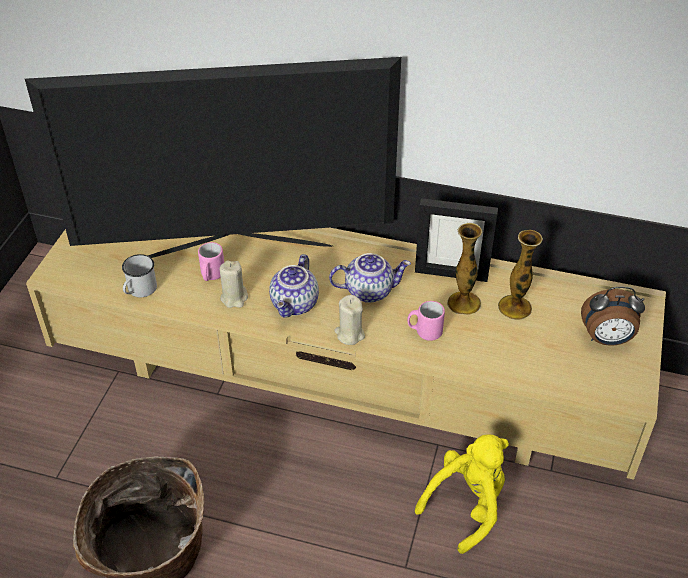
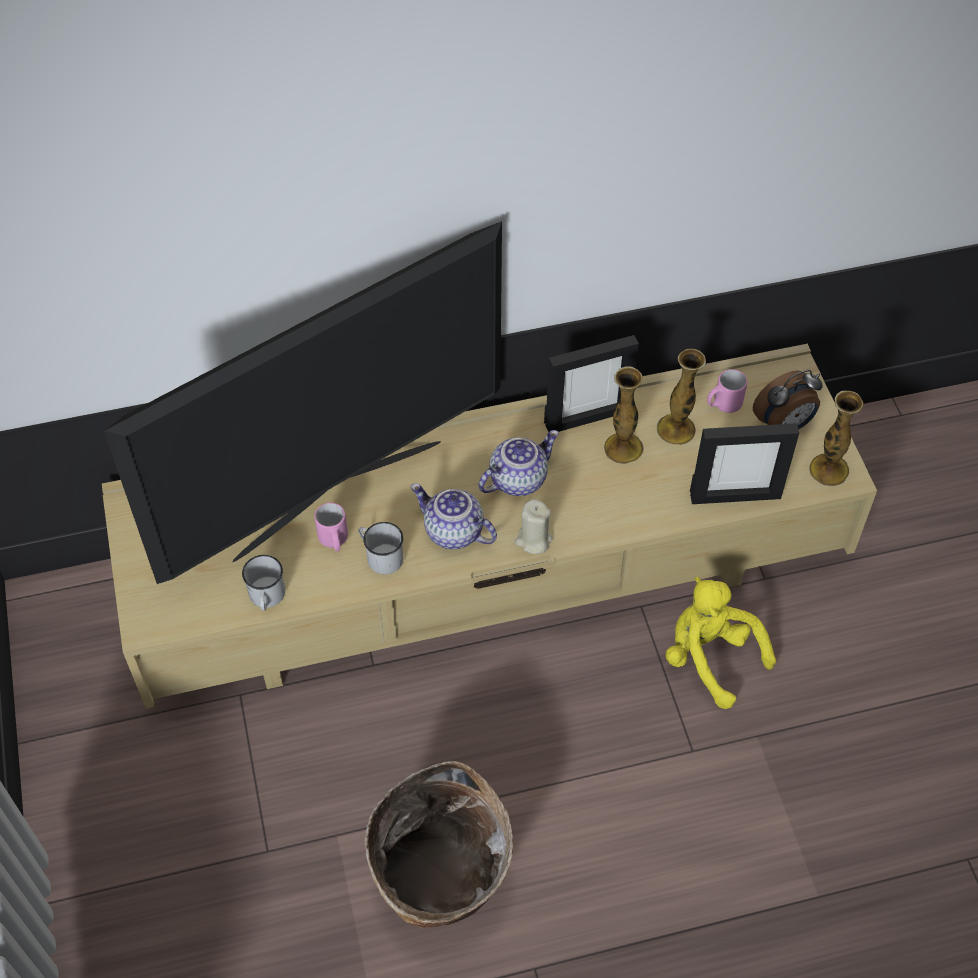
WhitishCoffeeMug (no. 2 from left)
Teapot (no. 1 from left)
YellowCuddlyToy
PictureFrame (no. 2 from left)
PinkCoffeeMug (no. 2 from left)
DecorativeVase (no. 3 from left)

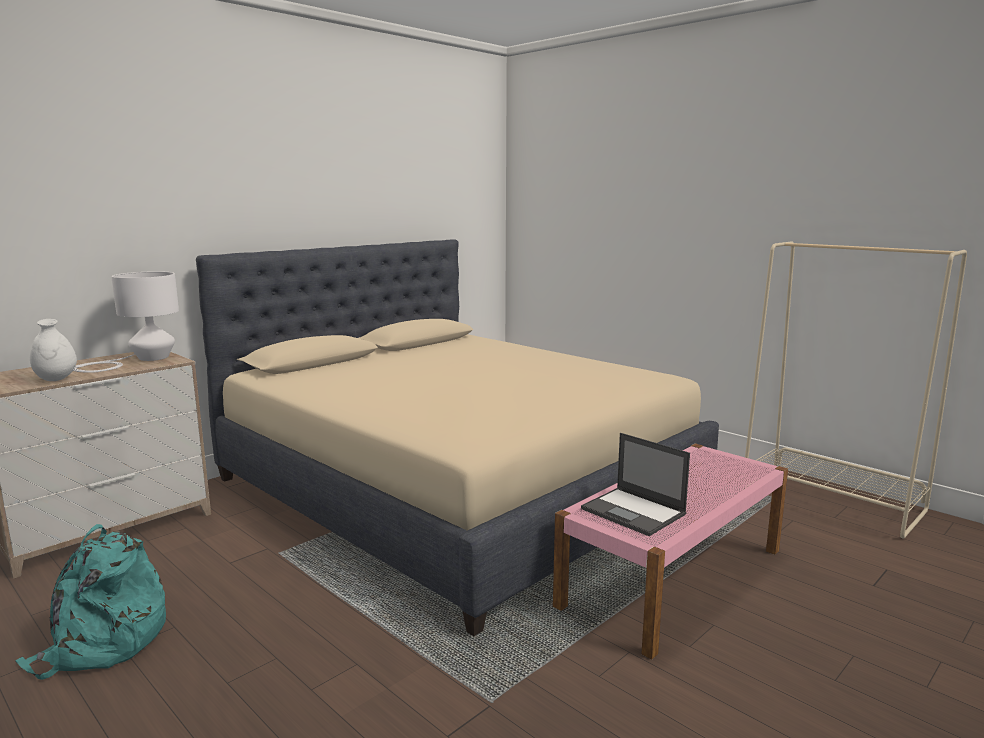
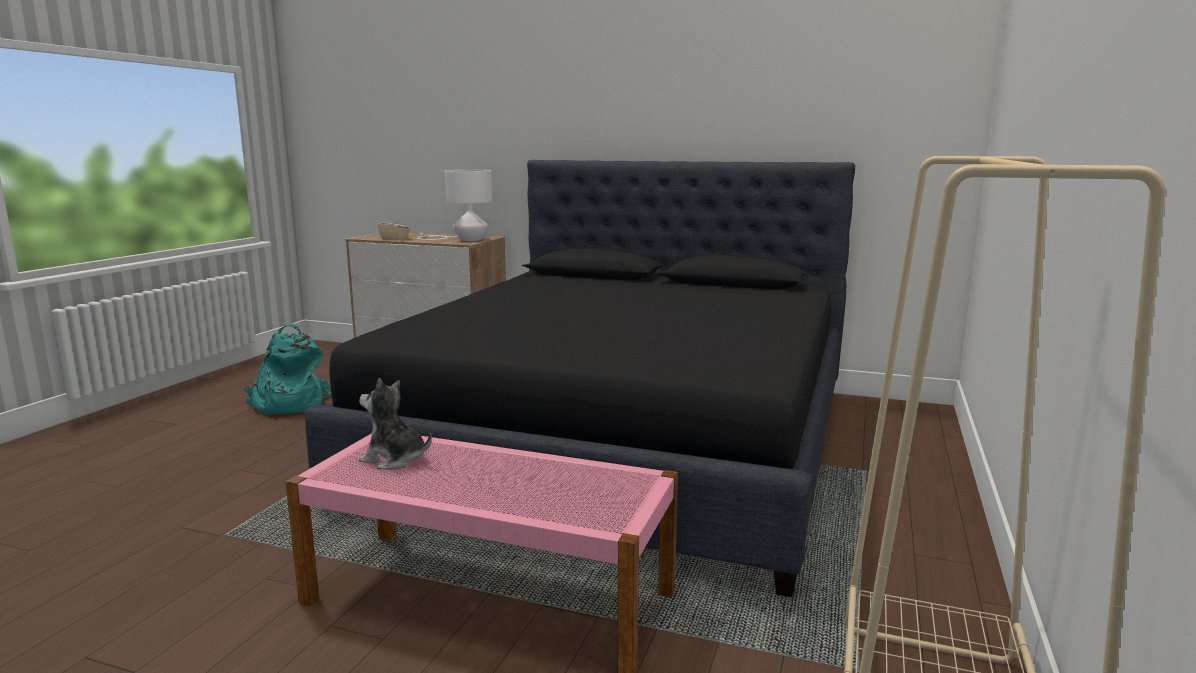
BlackBed
CuddlyToy
BeigeBoxOfTissues

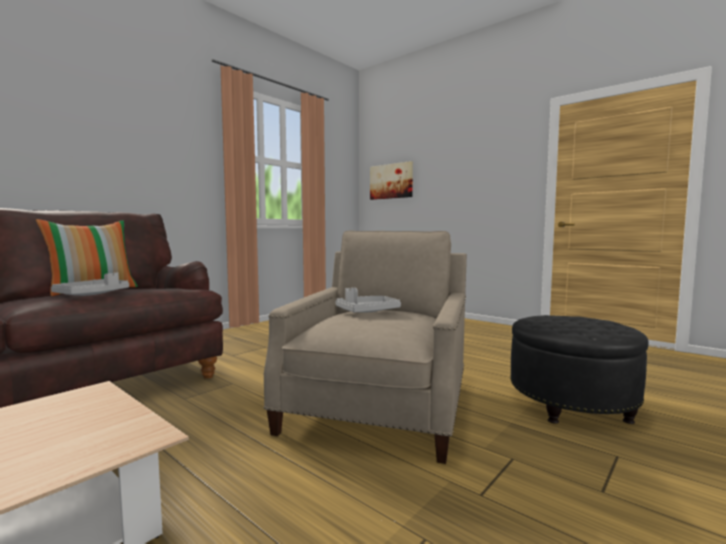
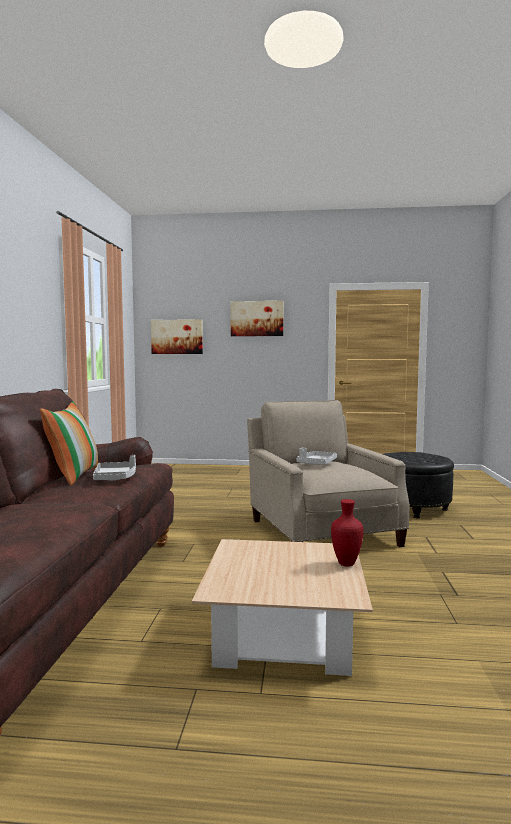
Picture (no. 2 from left)
ReddishDecorativeVase

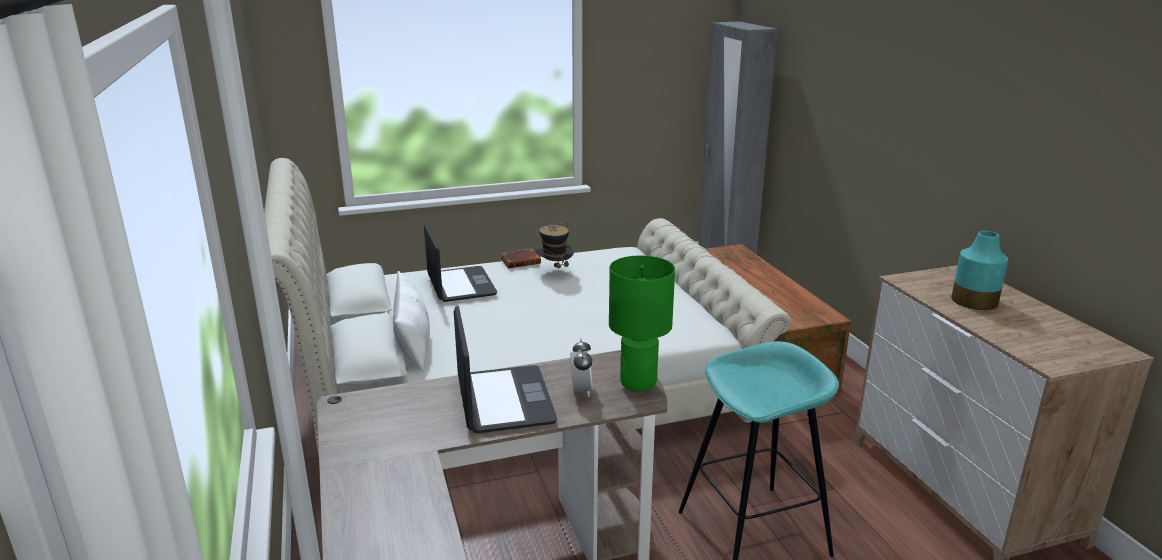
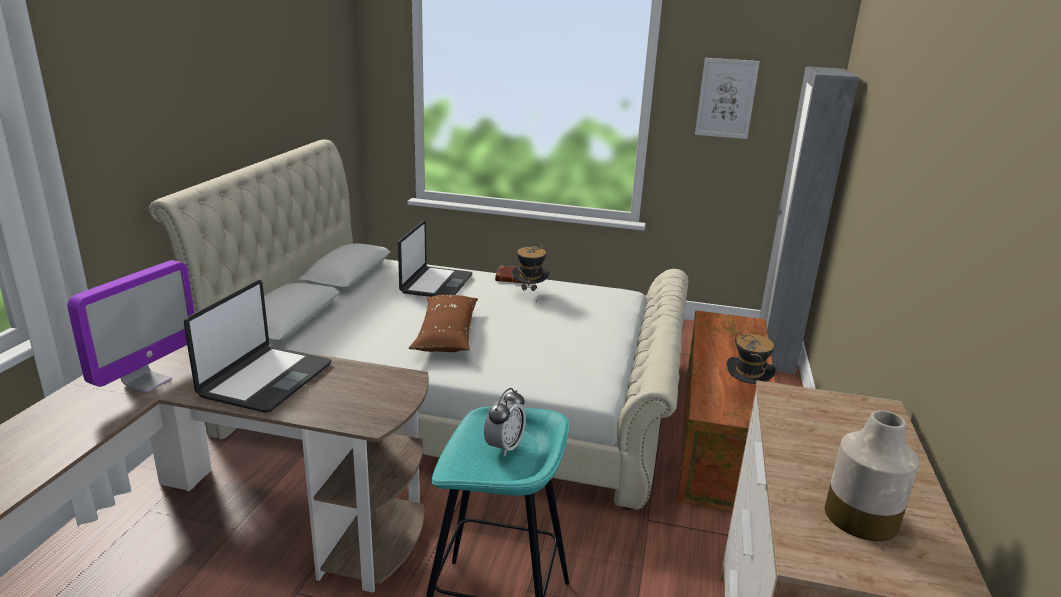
ComputerDisplay
BrownCushion
TableClock
Picture
WearableHat (no. 2 from left)
BeigeDecorativeVase
WhitishCushion
GreenColouredTableLamp
BlueGreenDecorativeVase

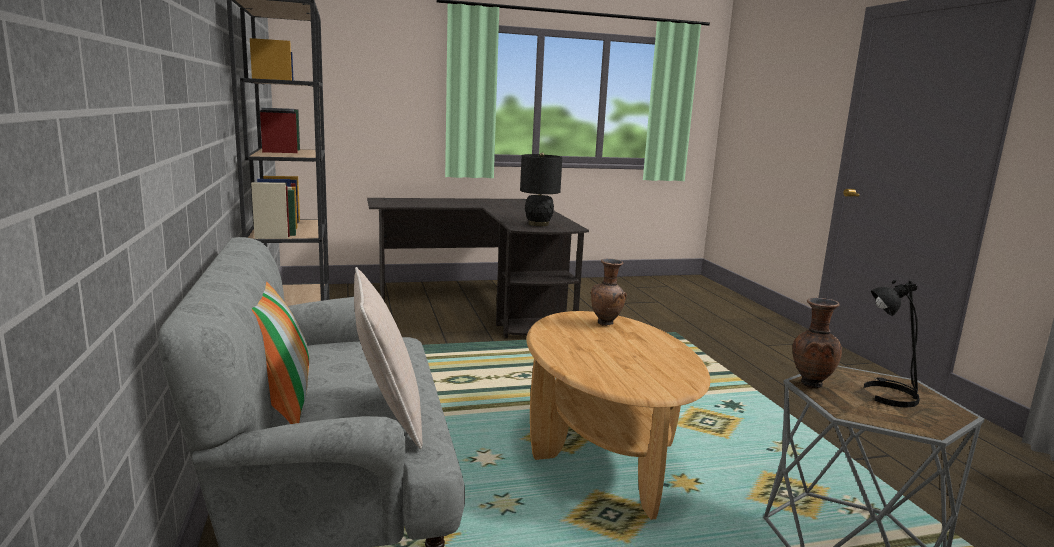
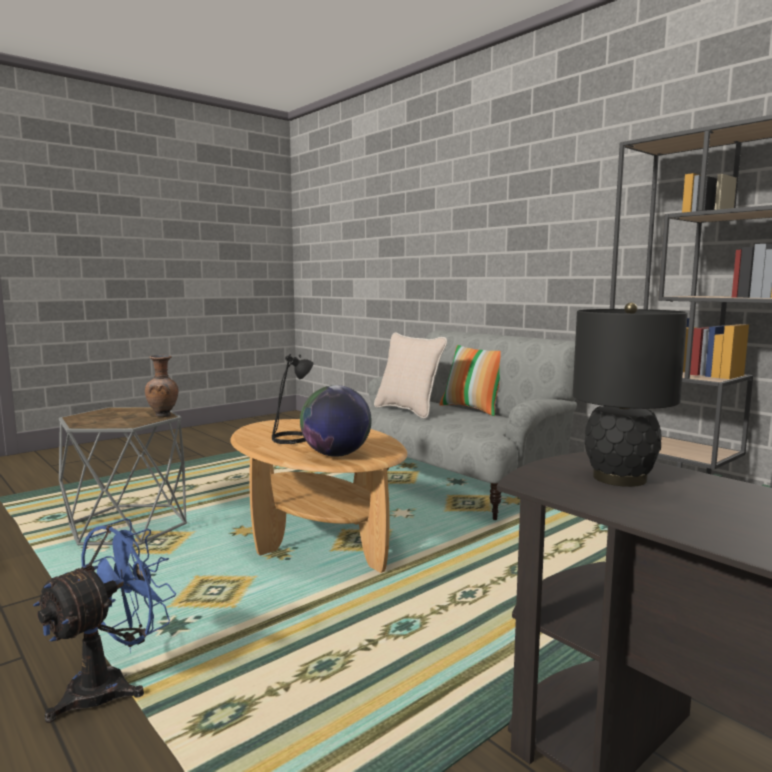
BluishElectricFan
BlackTableLamp (no. 1 from left)
DeskGlobe

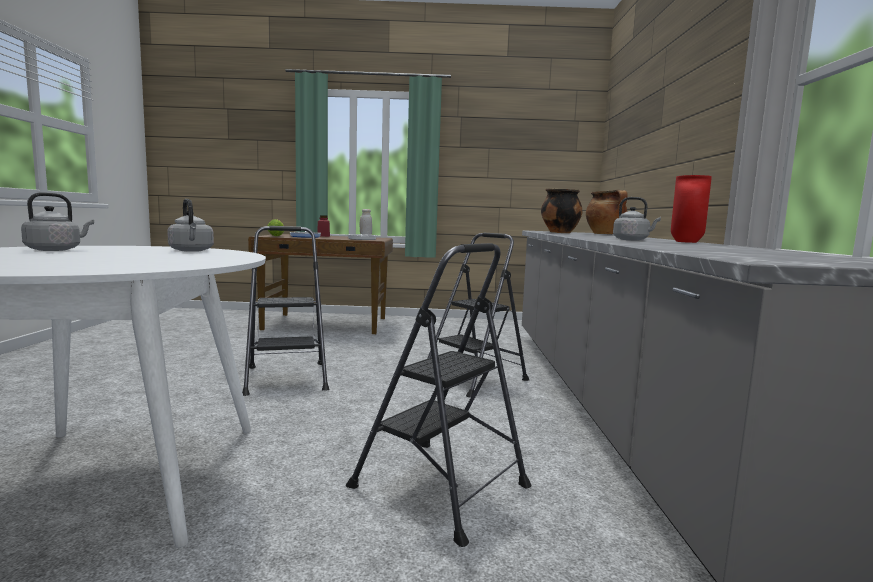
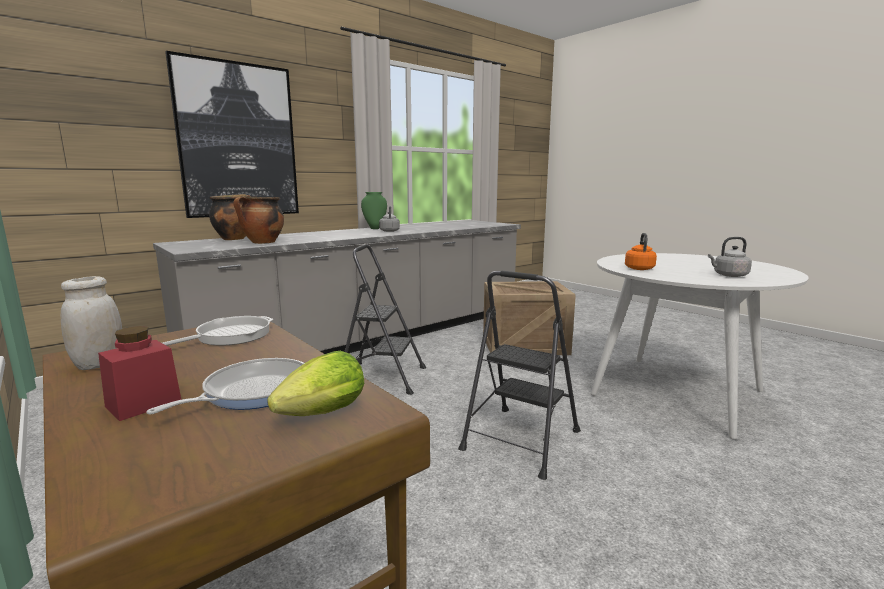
Picture
GreenColouredDecorativeVase
PackingCrate
OrangeColouredTeaKettle

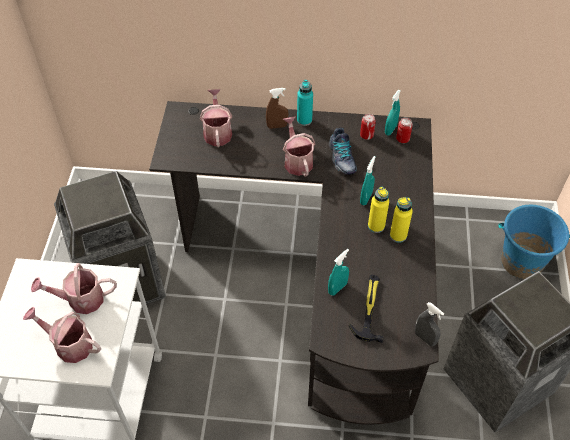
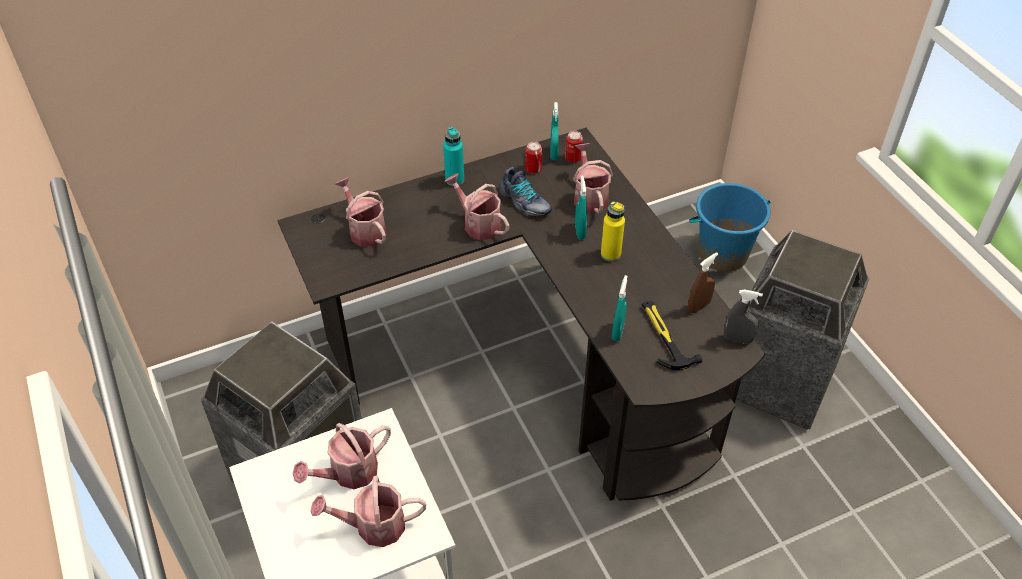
SprinklingCan (no. 5 from left)
BrownHandSprayer
YellowBottle (no. 2 from left in the first image)

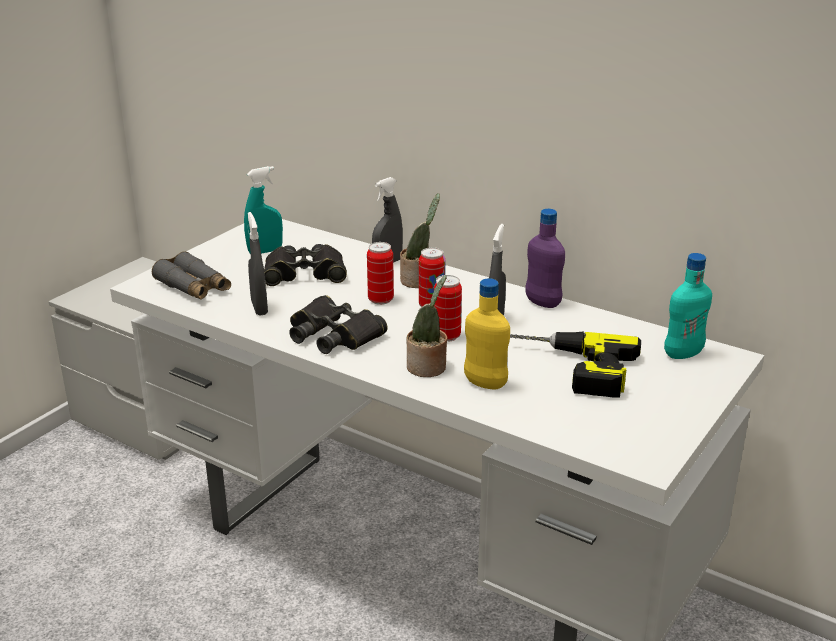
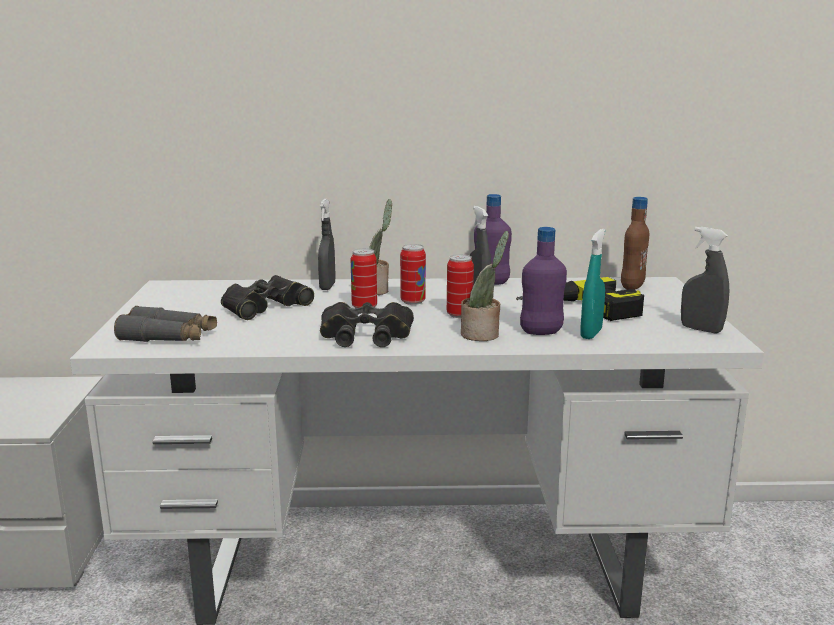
PurpleBottle (no. 2 from left)
BlueGreenHandSprayer
BrownBottle
GreyHandSprayer (no. 3 from left)

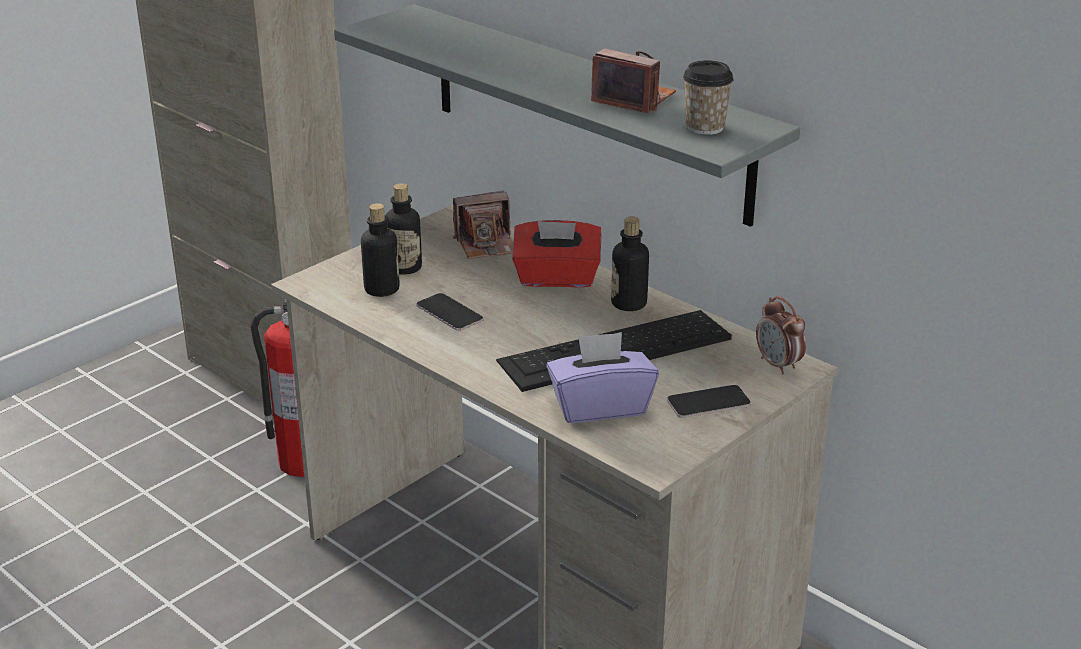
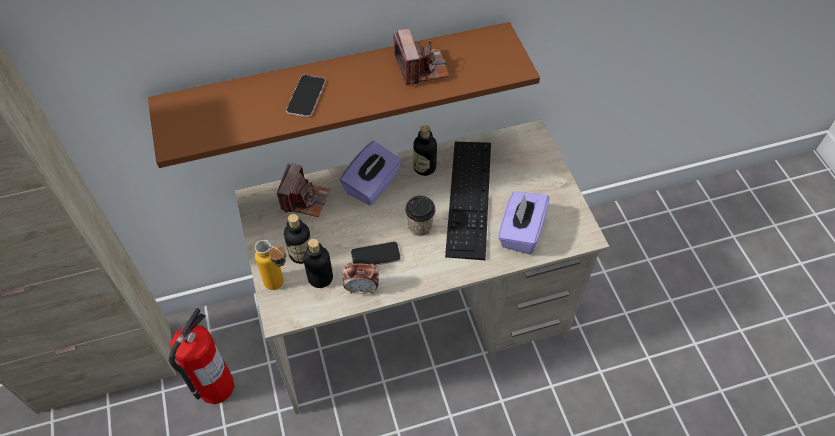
BrownBracketShelf
Bottle (no. 1 from left)
Telephone (no. 1 from left)
PurpleBoxOfTissues (no. 1 from left)
TableClock
PhotoCamera (no. 2 from left)
DrinkingCup

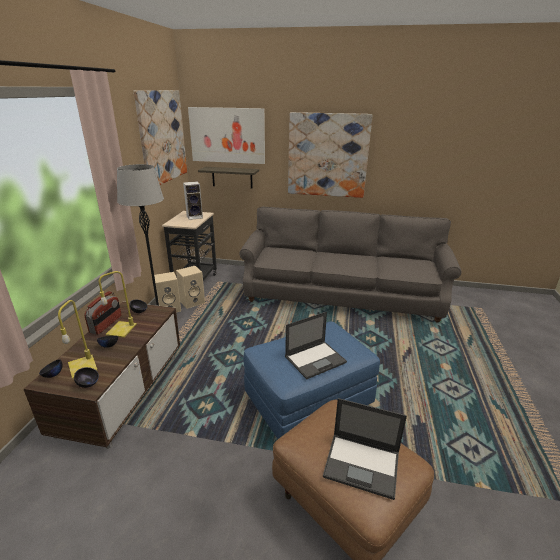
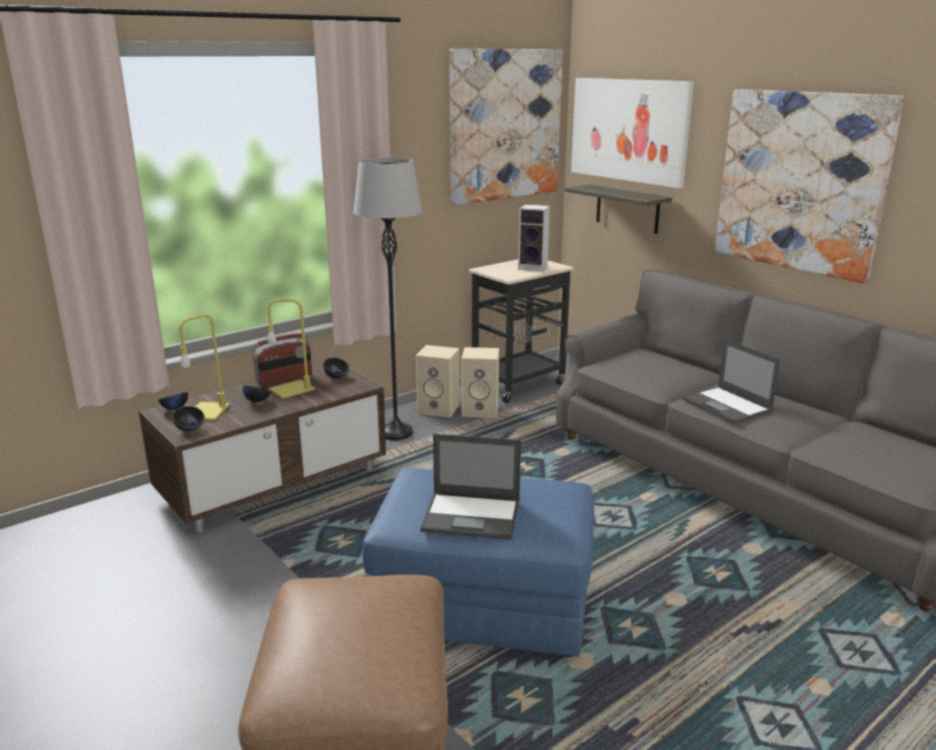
PortableComputer (no. 2 from left)

